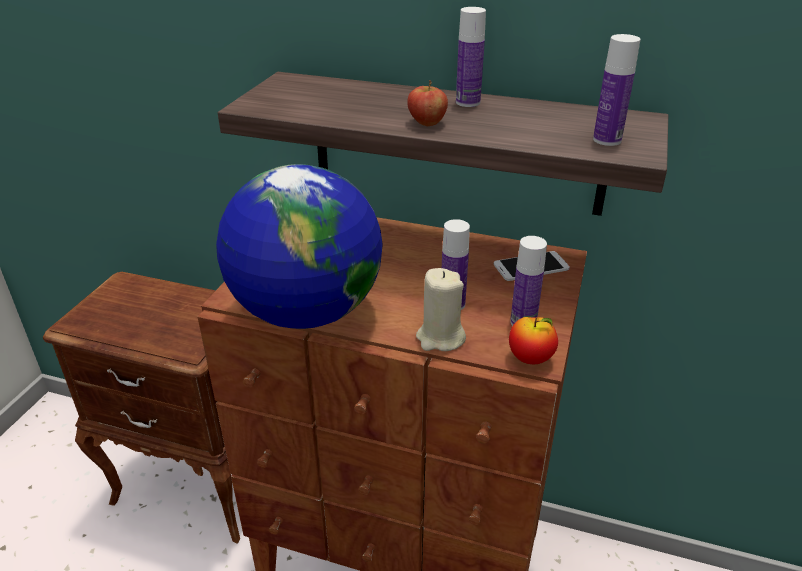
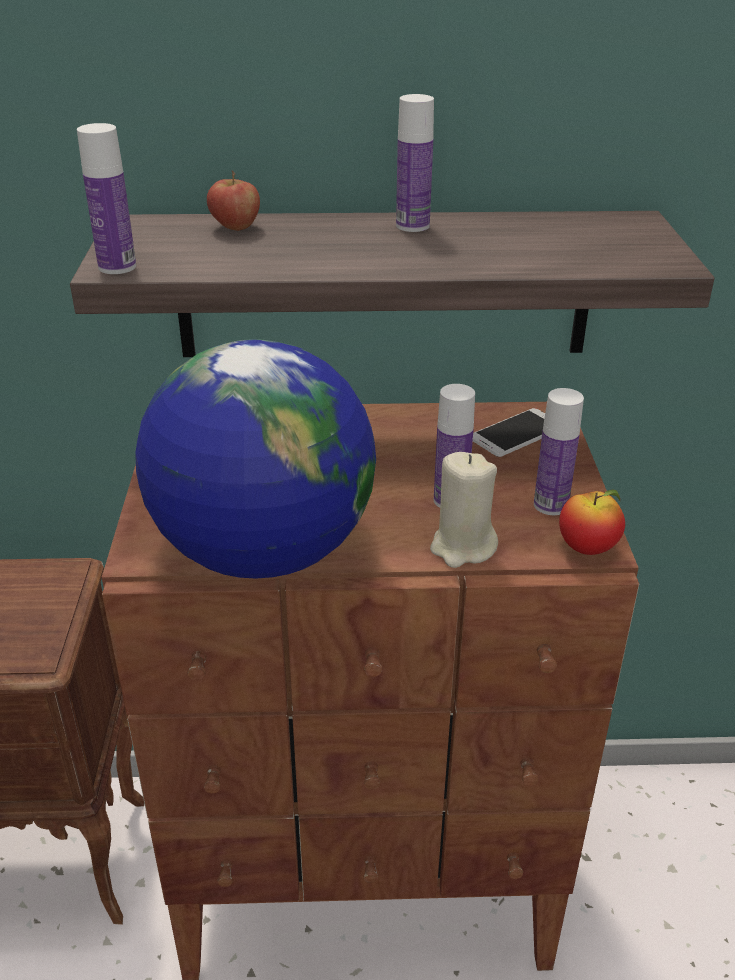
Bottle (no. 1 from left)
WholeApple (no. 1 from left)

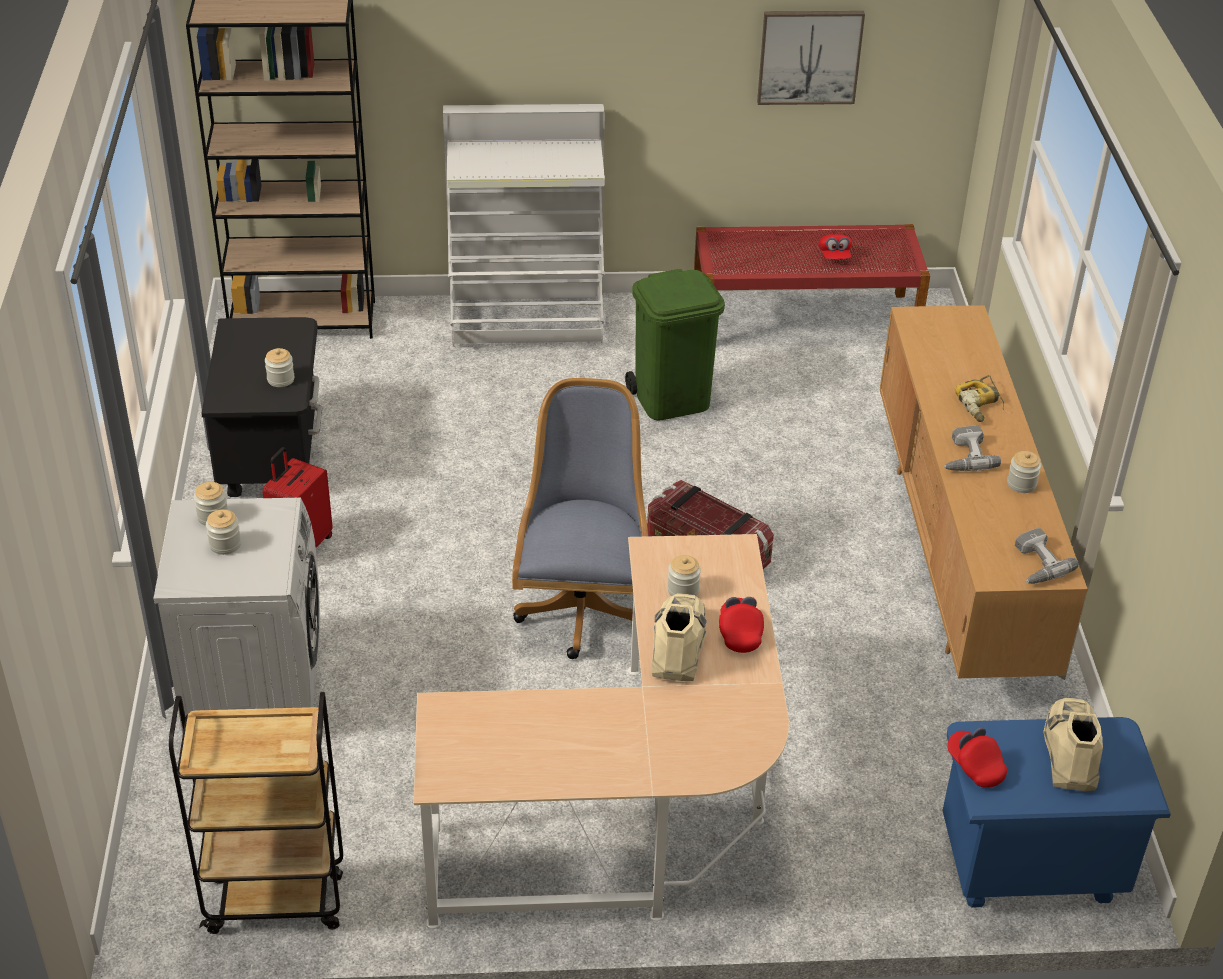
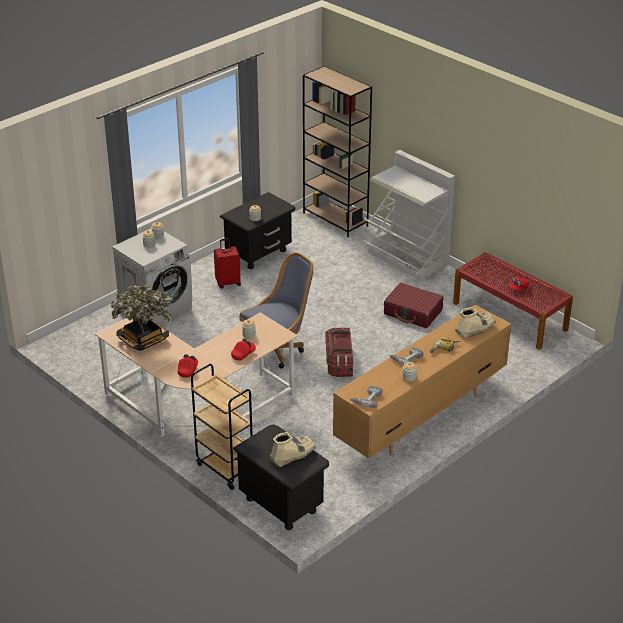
Houseplant
ReddishCap (no. 1 from left)
BrownCart
BlackNightstand (no. 2 from left)
ReddishPieceOfLuggage (no. 2 from left)
BeigeTallBoot (no. 2 from left)
Picture

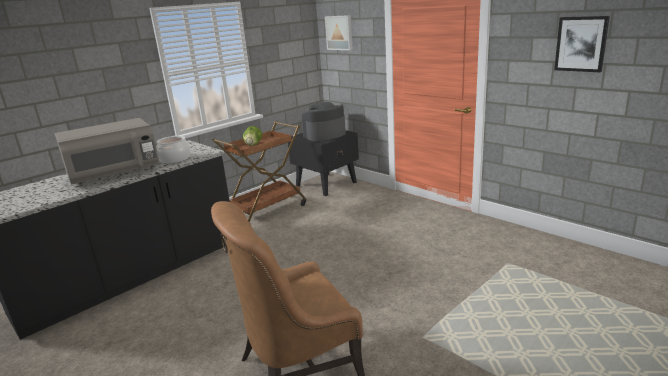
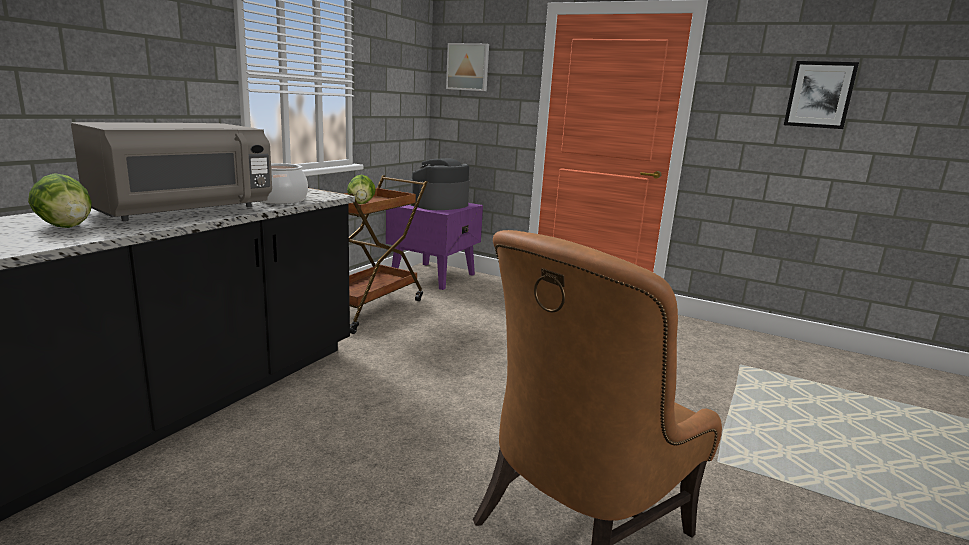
HeadOfLettuce (no. 1 from left)
PurpleNightstand

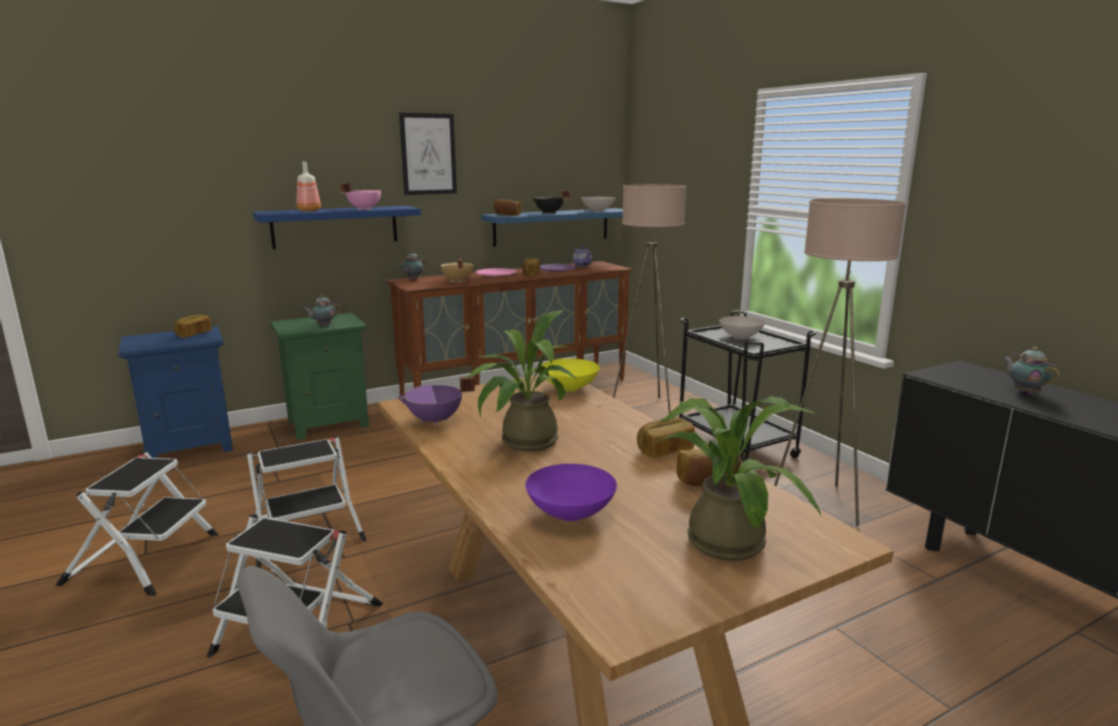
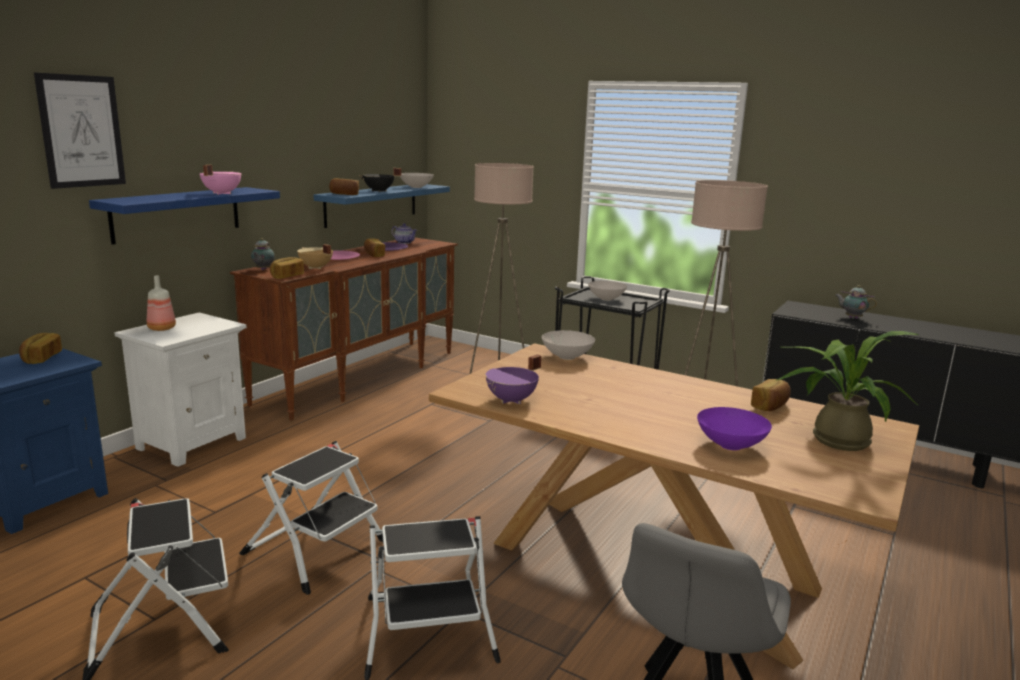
Picture
WhitishNightstand
Bottle
BakedBread (no. 2 from left)
WhitishDeepDish (no. 2 from left)
Teapot (no. 1 from left in the first image)
Houseplant (no. 1 from left in the first image)

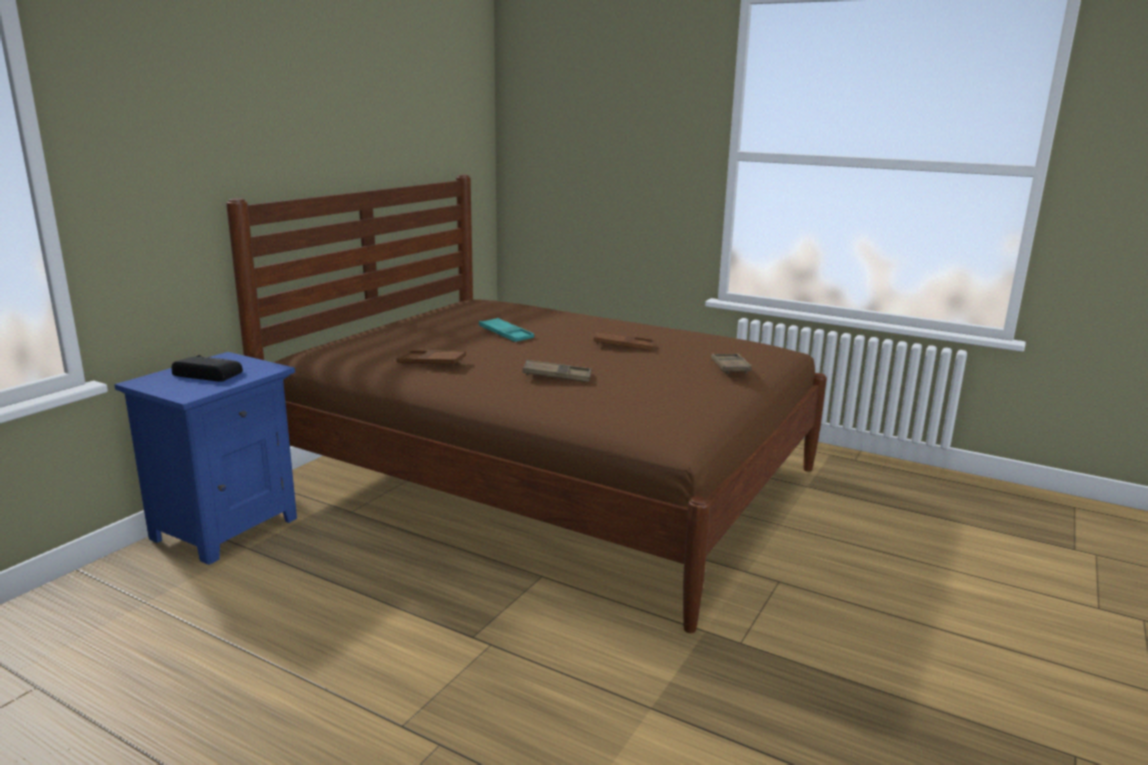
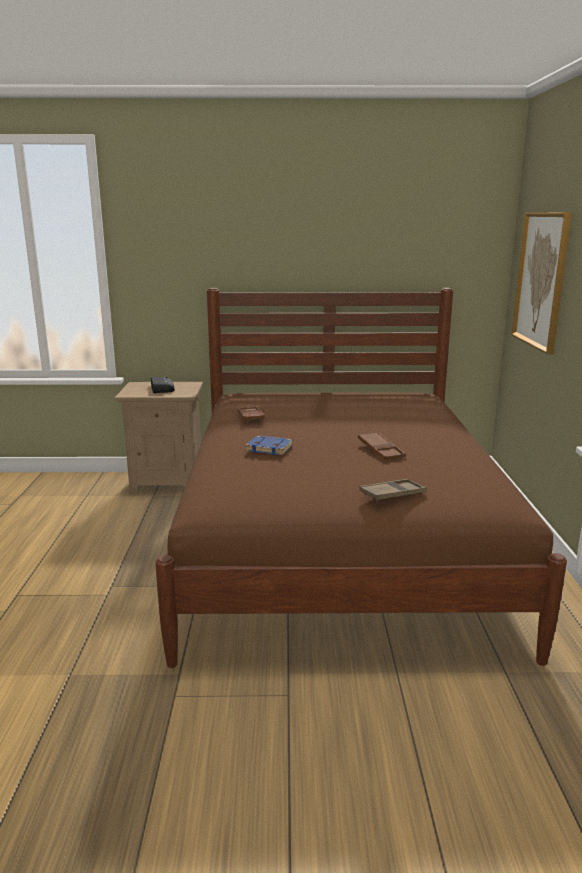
BeigeNightstand
BluishBook
Picture
BlueGreenTray

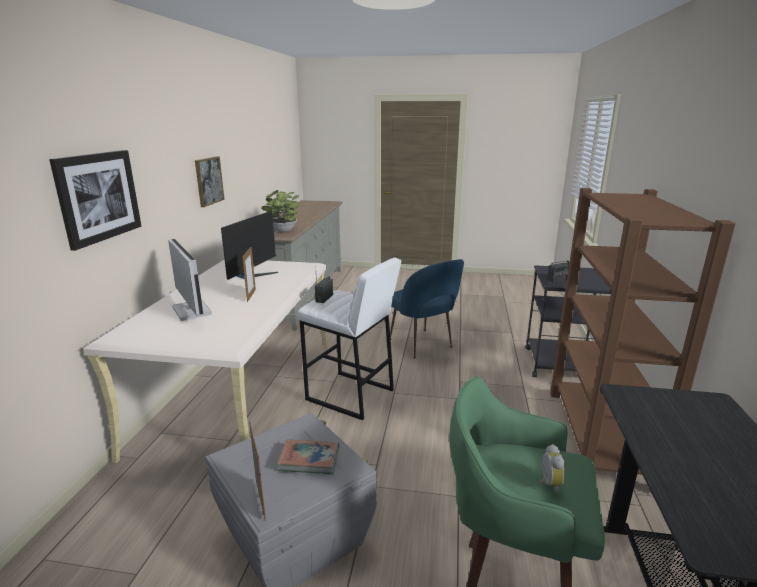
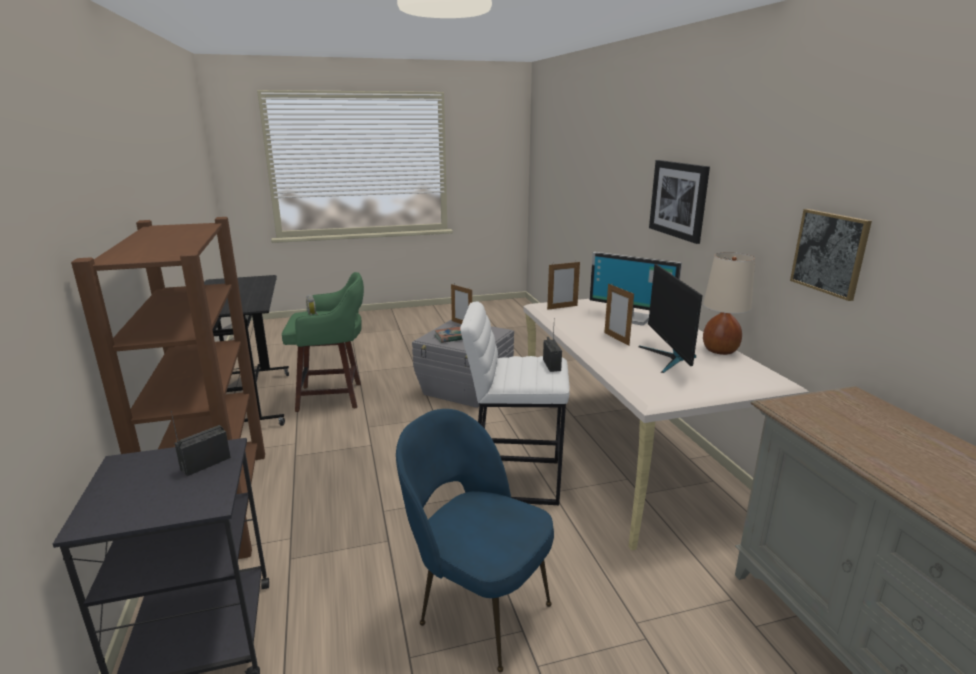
PictureFrame (no. 2 from left)
BeigeTableLamp
Houseplant

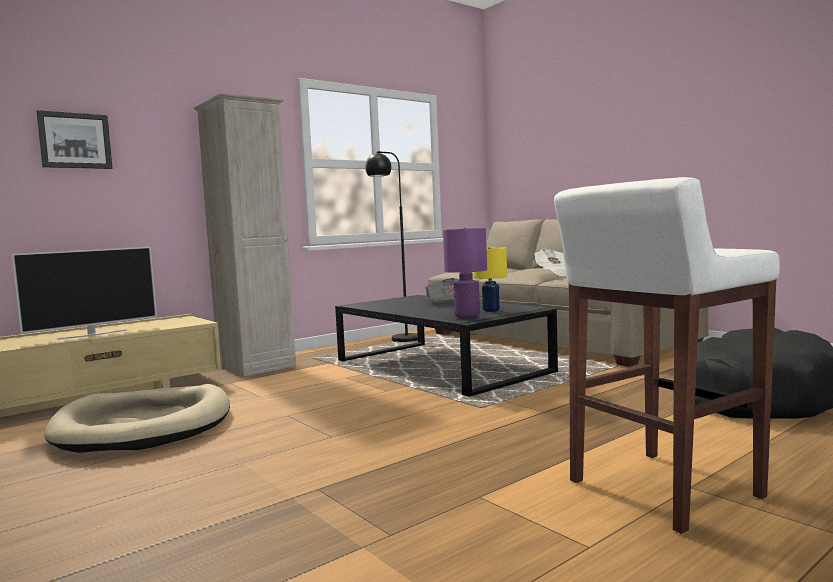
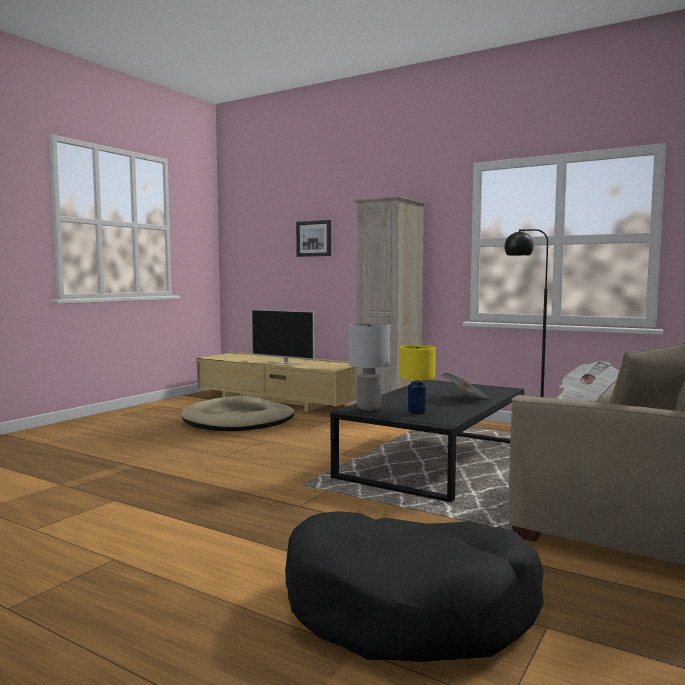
GreyTableLamp
WhitishStoolSeat

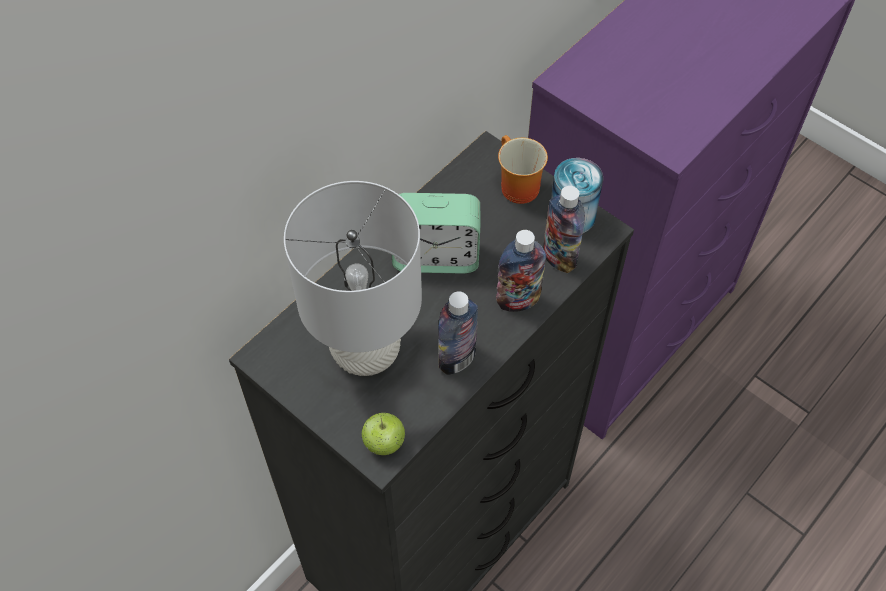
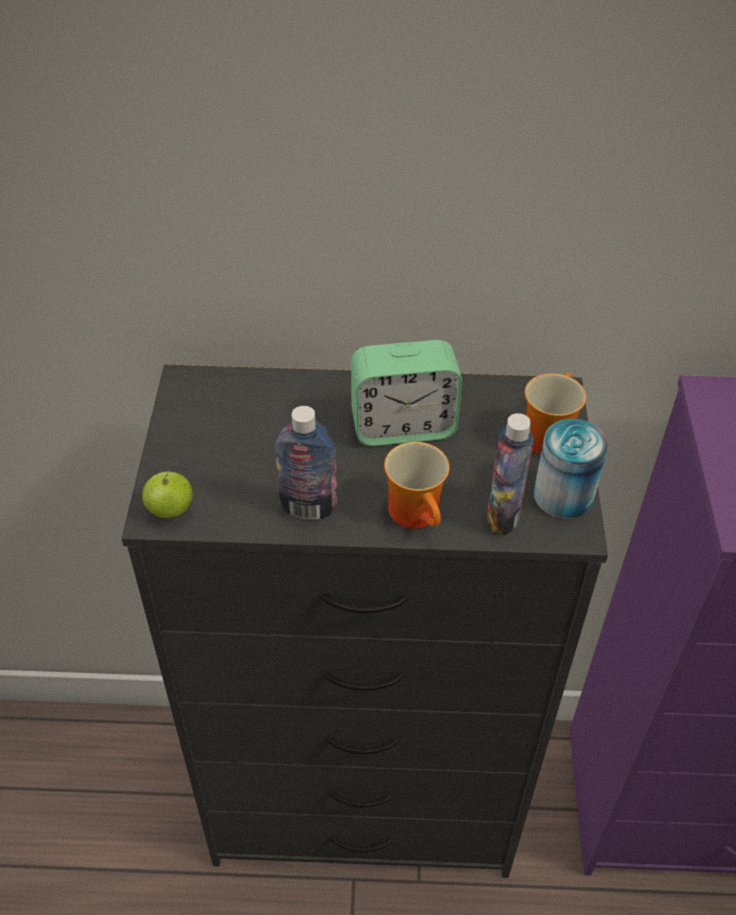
TableClock
CoffeeMug (no. 1 from left)
GreyTableLamp

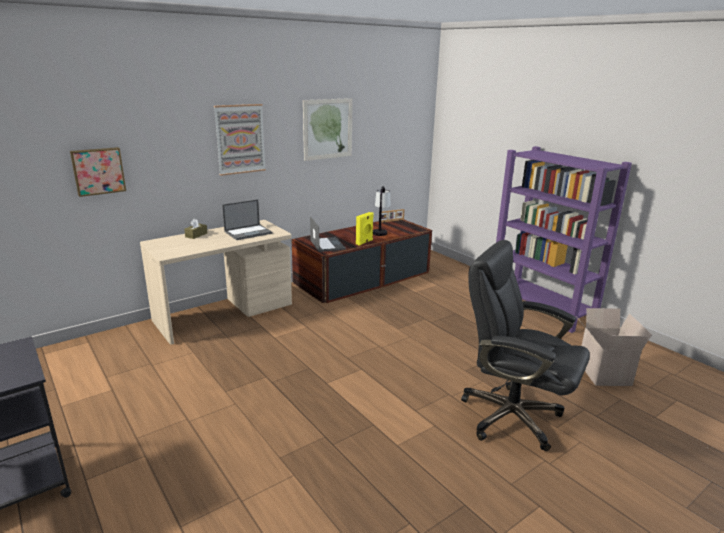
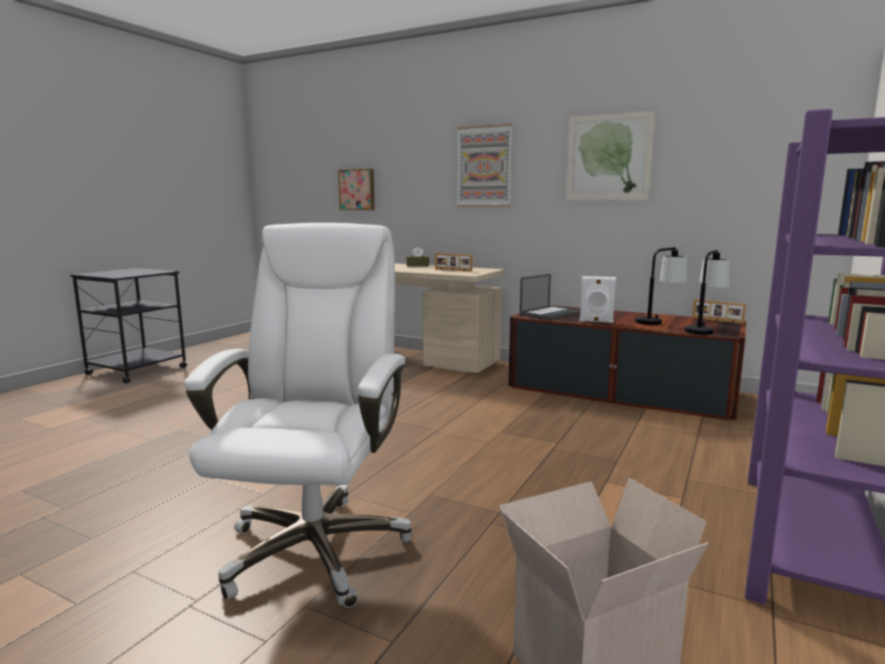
WhitishDeskChair
PictureFrame (no. 1 from left)
WhitishSpeaker
TableLamp (no. 2 from left)

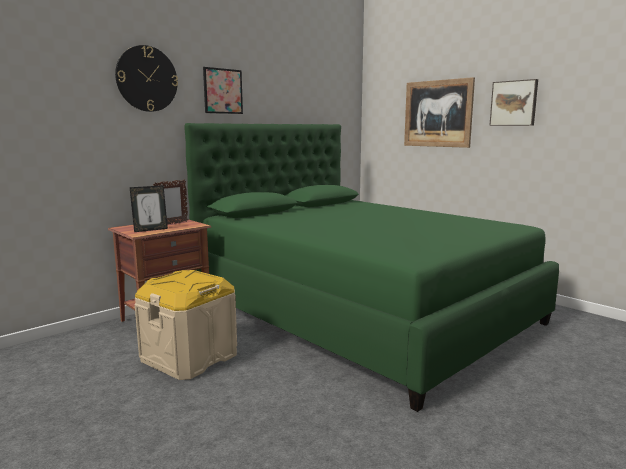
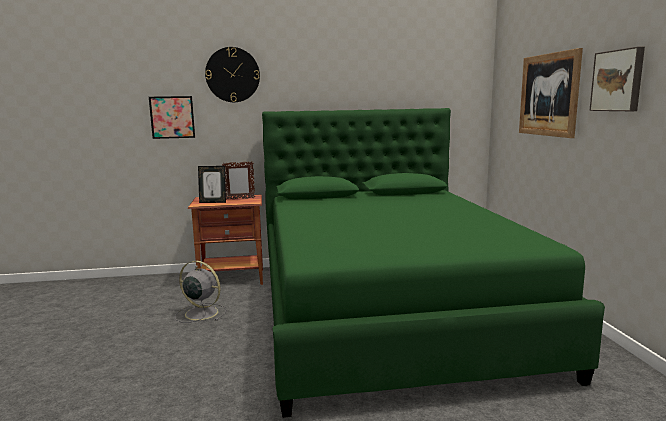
Picture (no. 1 from left)
GreyElectricFan

